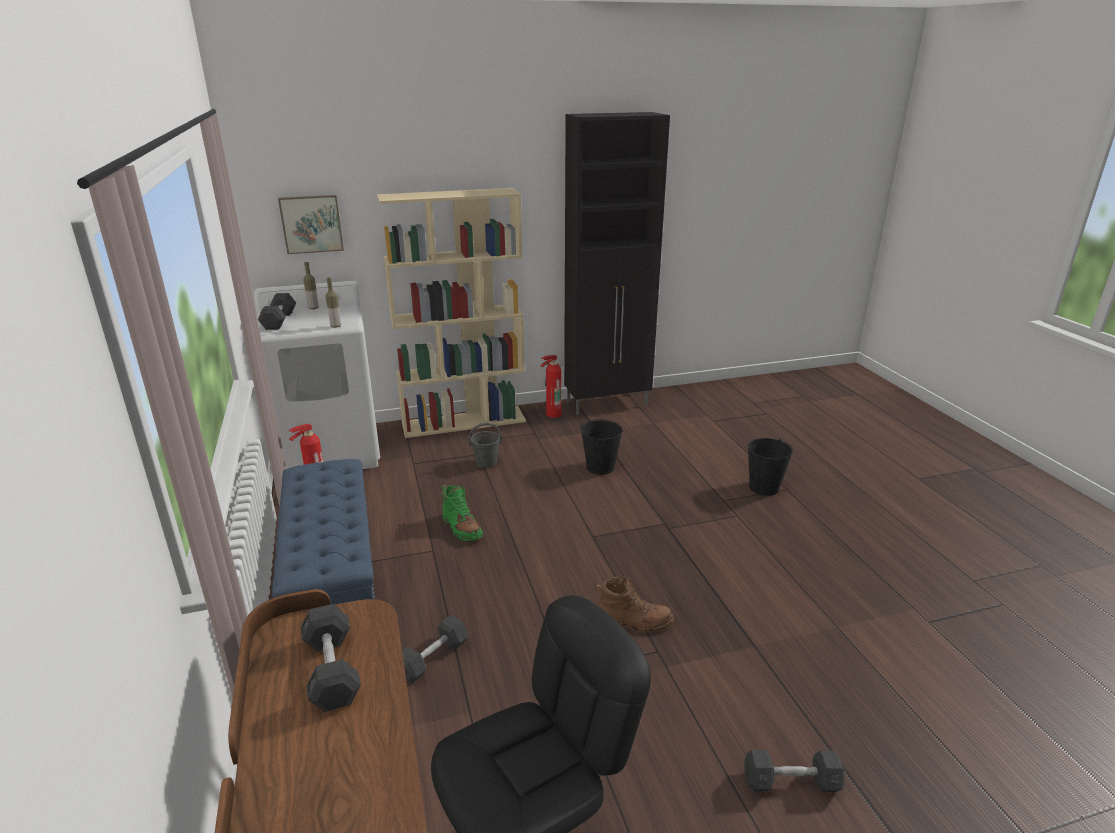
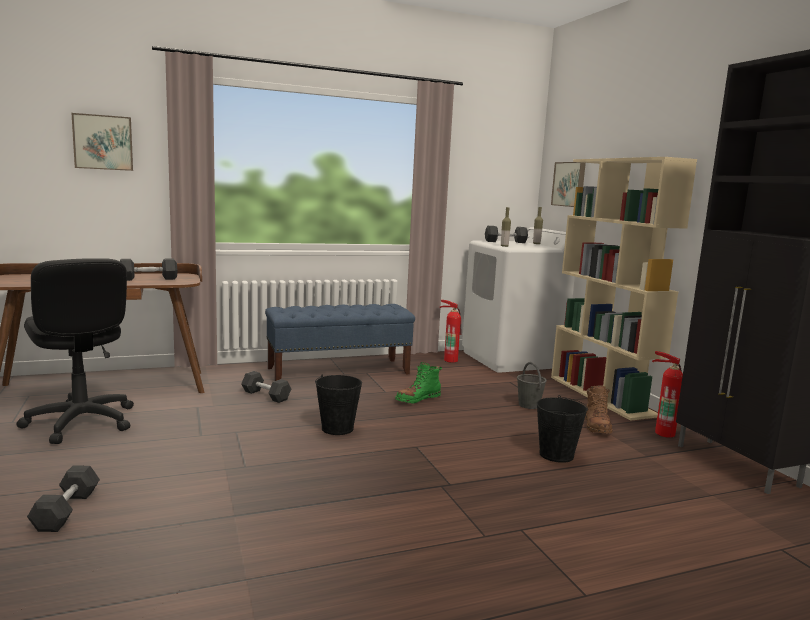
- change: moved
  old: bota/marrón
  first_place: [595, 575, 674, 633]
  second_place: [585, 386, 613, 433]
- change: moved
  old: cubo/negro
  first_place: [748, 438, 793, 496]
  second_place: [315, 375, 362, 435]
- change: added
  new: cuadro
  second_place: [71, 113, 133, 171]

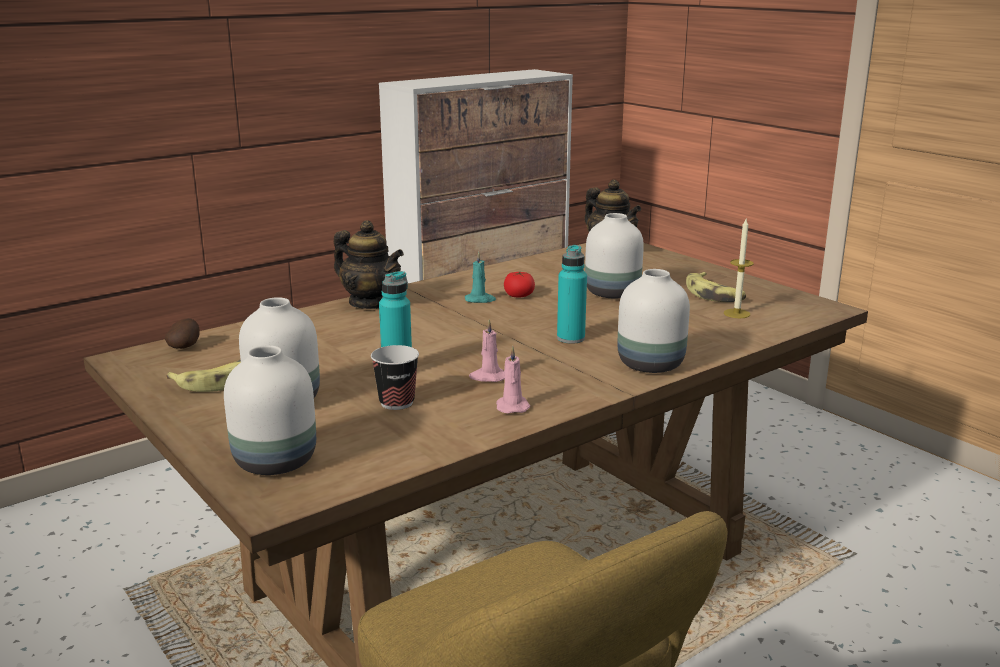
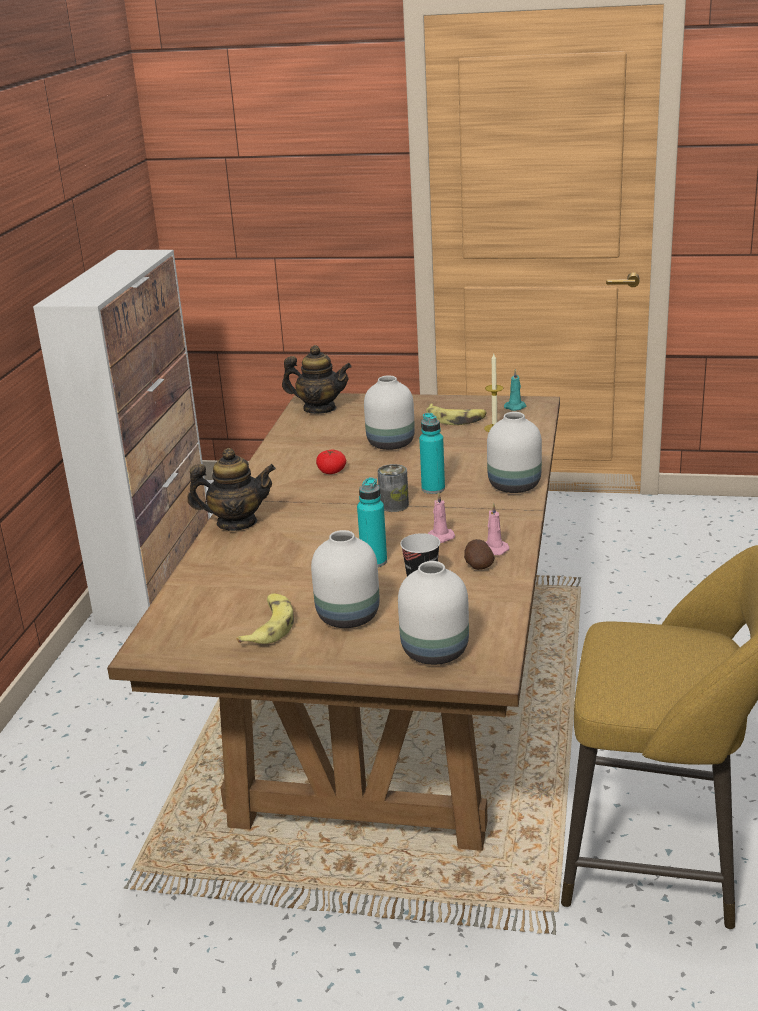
- change: moved
  old: patata
  first_place: [165, 318, 200, 349]
  second_place: [464, 539, 494, 570]
- change: moved
  old: vela/turquesa
  first_place: [465, 252, 496, 303]
  second_place: [504, 369, 526, 411]
- change: added
  new: lata
  second_place: [378, 464, 409, 512]

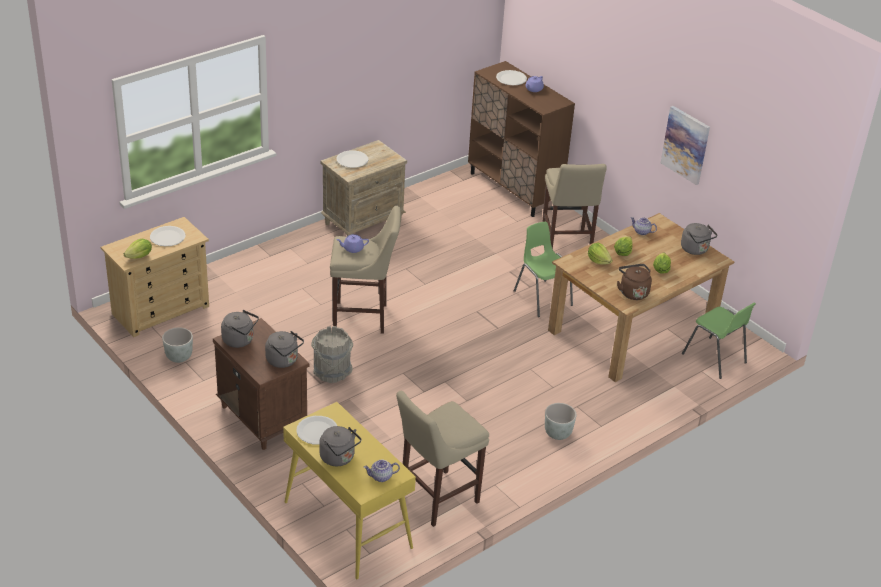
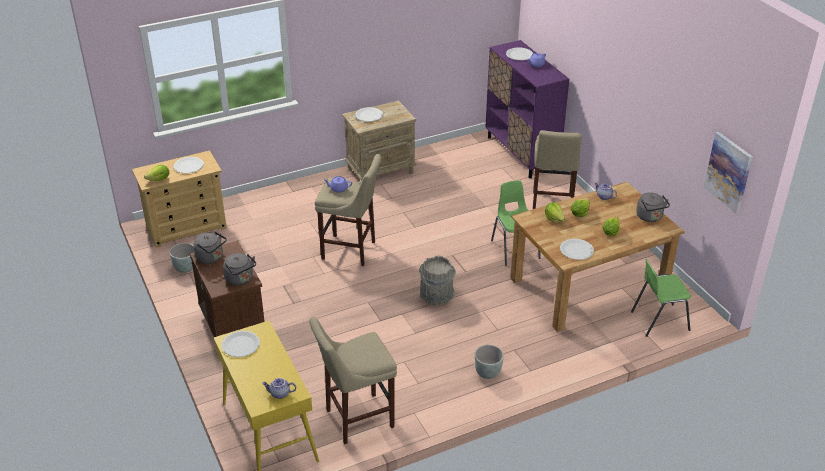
- change: moved
  old: cubo/gris
  first_place: [311, 326, 353, 383]
  second_place: [419, 256, 456, 306]
- change: removed
  old: hervidor/gris
  first_place: [319, 426, 362, 466]
- change: recoloured
  old: armario/marrón
  new: armario/morado
  first_place: [468, 61, 575, 217]
  second_place: [486, 40, 569, 178]
- change: replaced
  old: hervidor/marrón
  new: plato/blanco
  first_place: [617, 264, 652, 300]
  second_place: [560, 239, 594, 260]
- change: moved
  old: cuadro
  first_place: [661, 106, 710, 185]
  second_place: [704, 132, 753, 213]
- change: turned
  old: silla/verde
  first_place: [682, 302, 756, 379]
  second_place: [631, 259, 691, 337]
  degrees: 105

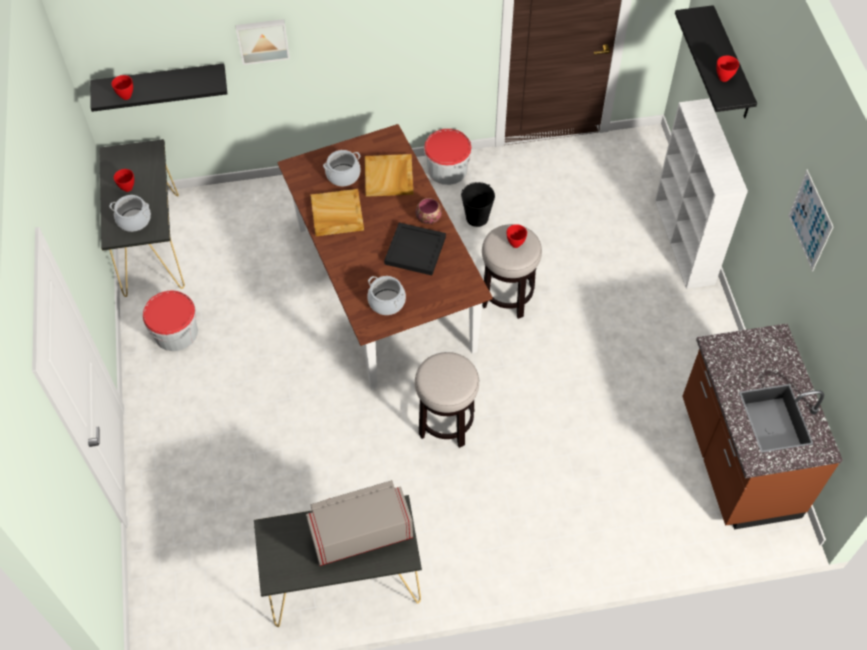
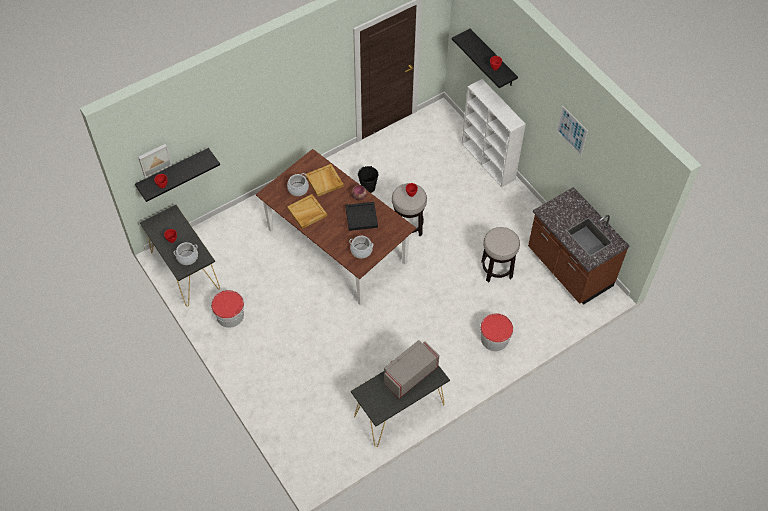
- change: moved
  old: cuadro
  first_place: [235, 19, 290, 65]
  second_place: [138, 144, 172, 178]
- change: moved
  old: taburete
  first_place: [415, 352, 479, 448]
  second_place: [481, 227, 520, 282]
- change: moved
  old: cubo
  first_place: [424, 129, 471, 185]
  second_place: [480, 313, 513, 351]

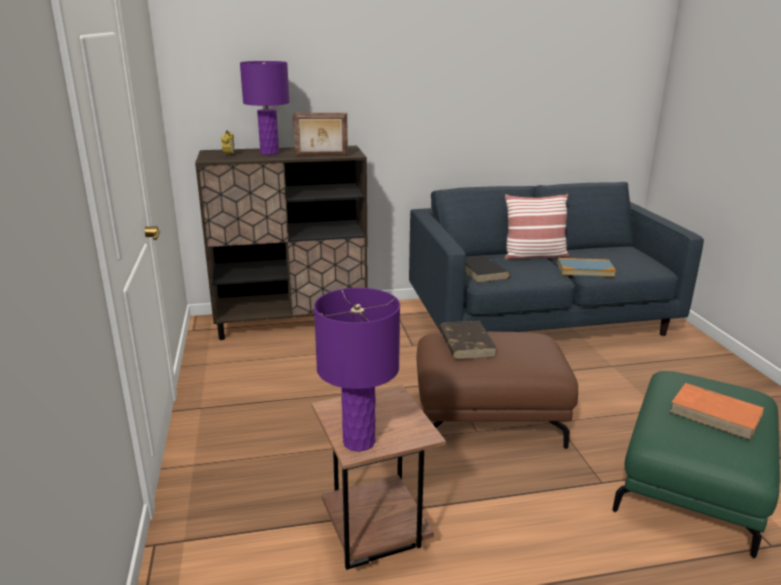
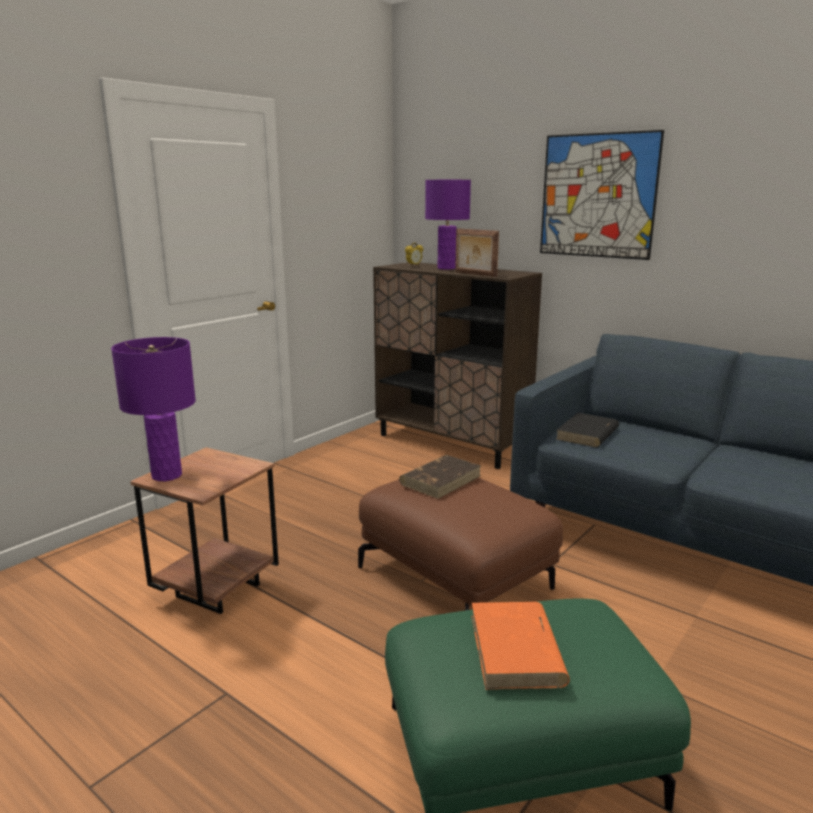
- change: removed
  old: cojín
  first_place: [505, 194, 569, 260]
- change: removed
  old: libro
  first_place: [557, 258, 616, 277]
- change: added
  new: cuadro
  second_place: [540, 130, 664, 260]

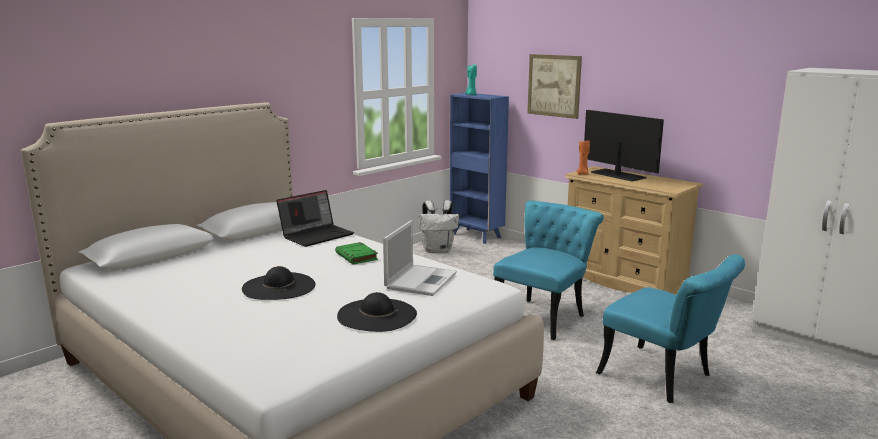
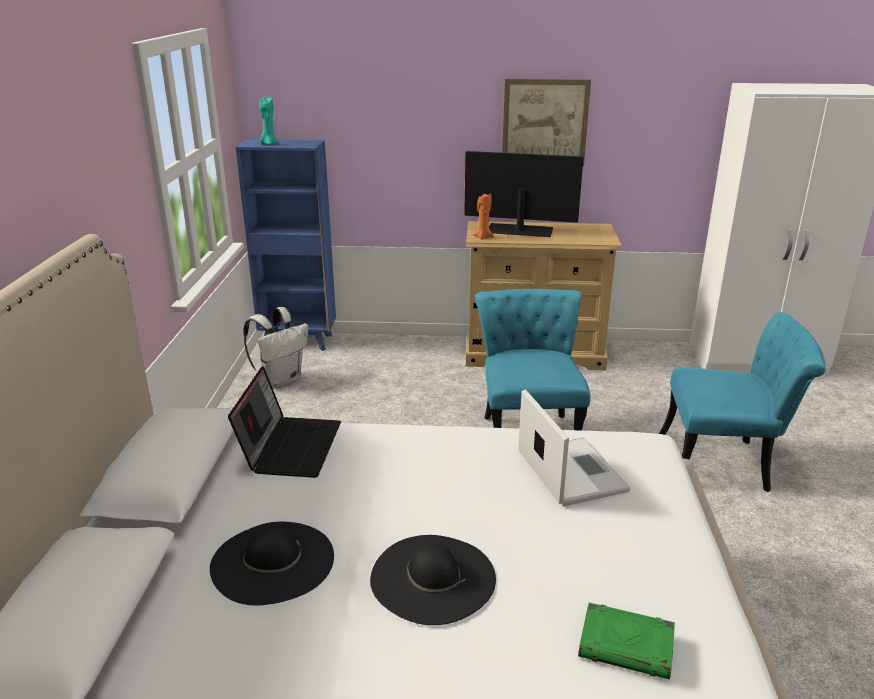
- change: moved
  old: libro/verde
  first_place: [335, 242, 378, 265]
  second_place: [578, 603, 675, 679]
- change: moved
  old: sombrero/negro
  first_place: [337, 292, 417, 332]
  second_place: [210, 522, 334, 605]
- change: moved
  old: cuadro
  first_place: [527, 54, 582, 119]
  second_place: [502, 79, 591, 166]

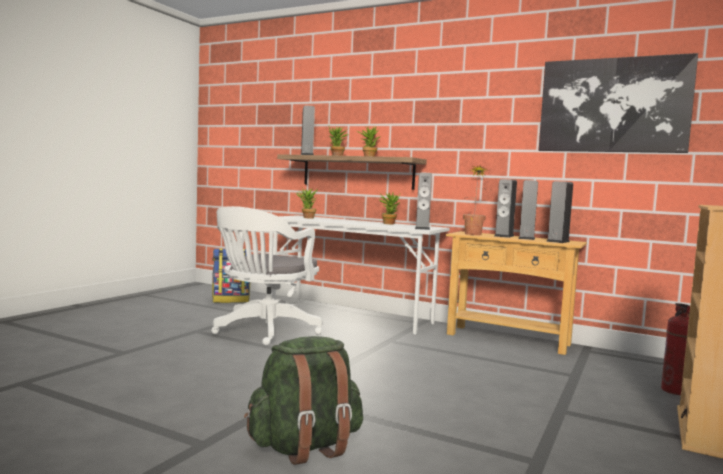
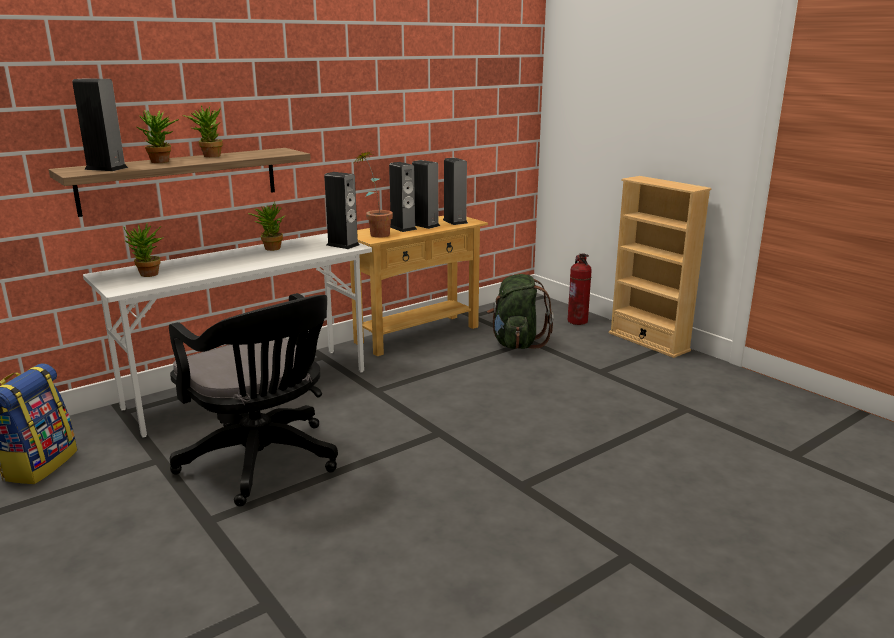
- change: recoloured
  old: silla de oficina/blanco
  new: silla de oficina/negro
  first_place: [211, 206, 323, 346]
  second_place: [169, 293, 338, 507]
- change: moved
  old: mochila/verde
  first_place: [244, 336, 363, 465]
  second_place: [487, 274, 554, 349]
- change: removed
  old: cuadro
  first_place: [539, 53, 698, 153]

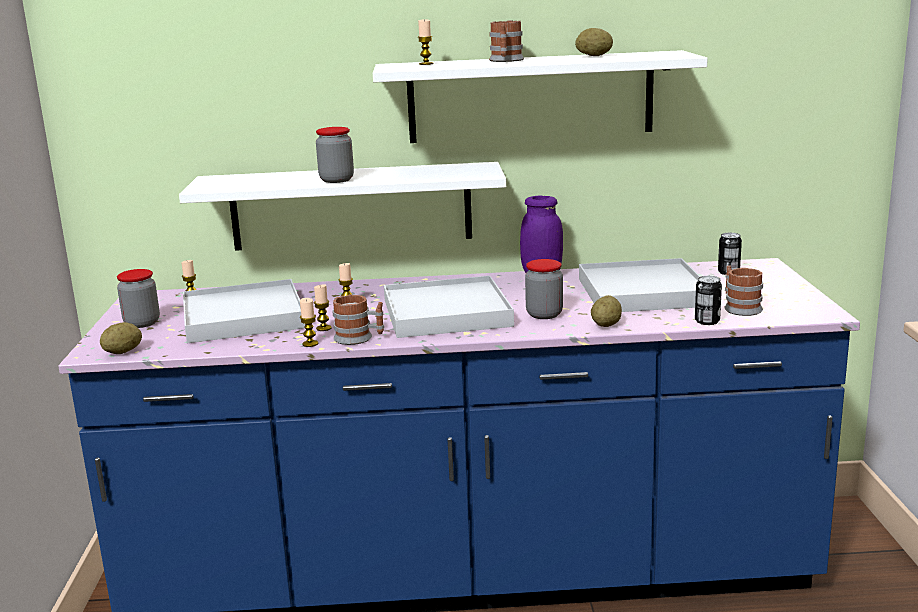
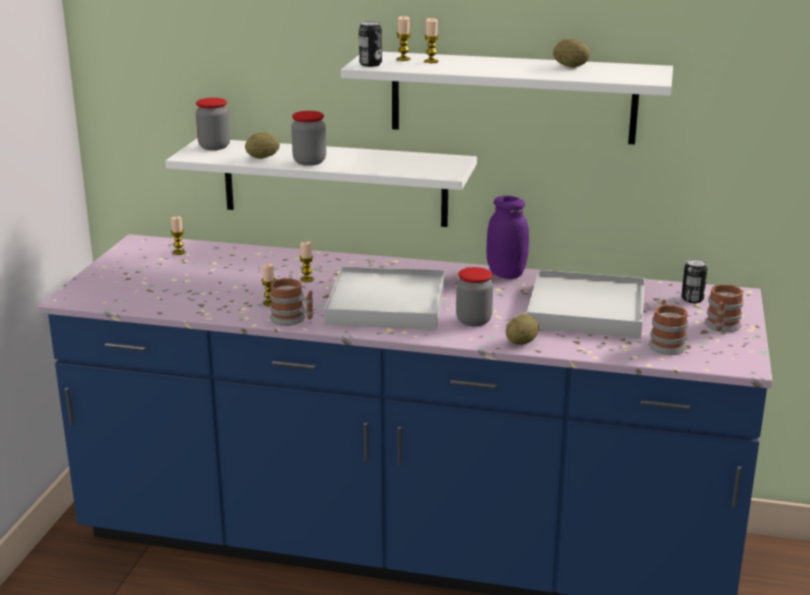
- change: moved
  old: patata
  first_place: [100, 322, 142, 354]
  second_place: [245, 132, 280, 159]
- change: moved
  old: tarro
  first_place: [117, 269, 160, 328]
  second_place: [196, 98, 230, 150]
- change: removed
  old: bandeja/blanco
  first_place: [183, 279, 305, 343]
- change: moved
  old: vela
  first_place: [300, 298, 318, 347]
  second_place: [424, 18, 439, 63]
- change: moved
  old: taza grande
  first_place: [489, 20, 524, 62]
  second_place: [705, 284, 744, 332]
- change: moved
  old: lata
  first_place: [695, 276, 722, 325]
  second_place: [359, 21, 382, 67]

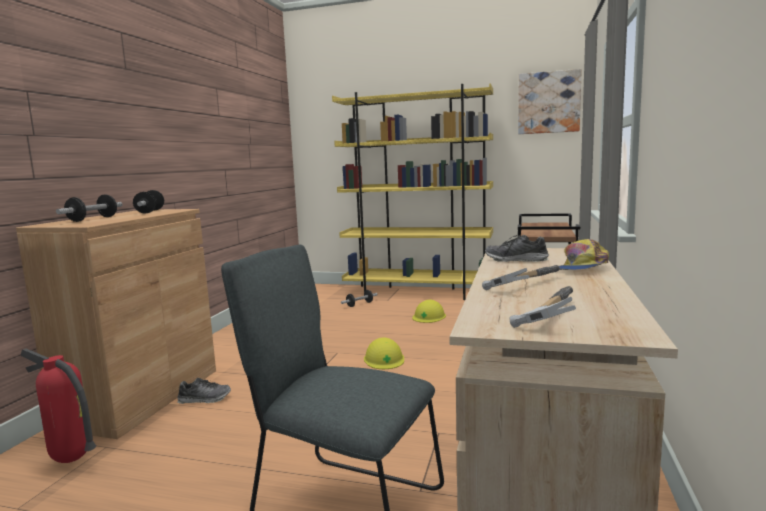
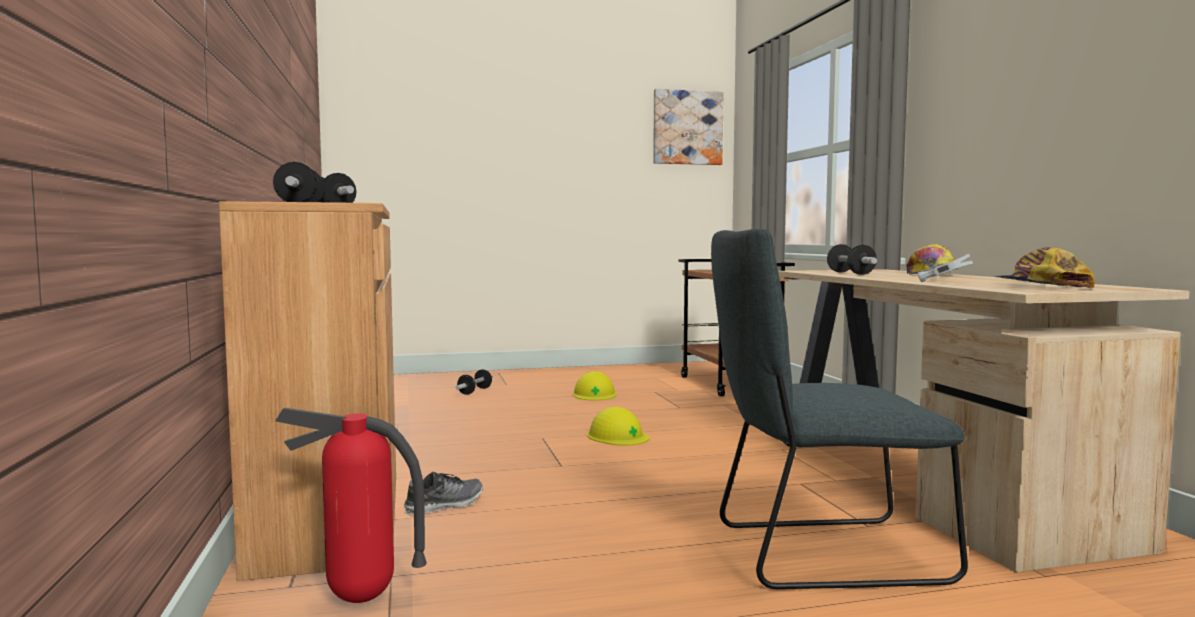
- change: removed
  old: estantería/amarillo
  first_place: [332, 83, 493, 300]
- change: replaced
  old: zapato
  new: mancuerna
  first_place: [485, 235, 549, 262]
  second_place: [827, 244, 877, 275]
- change: replaced
  old: martillo
  new: gorra
  first_place: [510, 286, 576, 328]
  second_place: [994, 247, 1095, 288]

